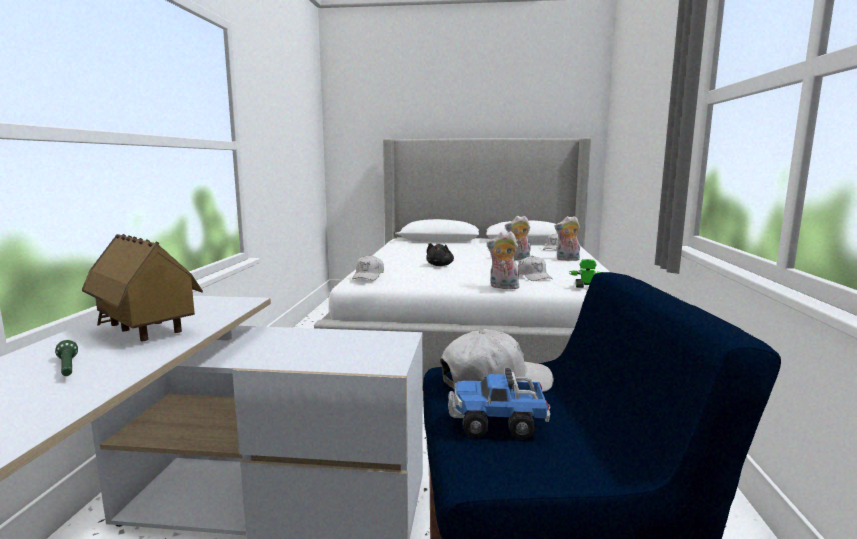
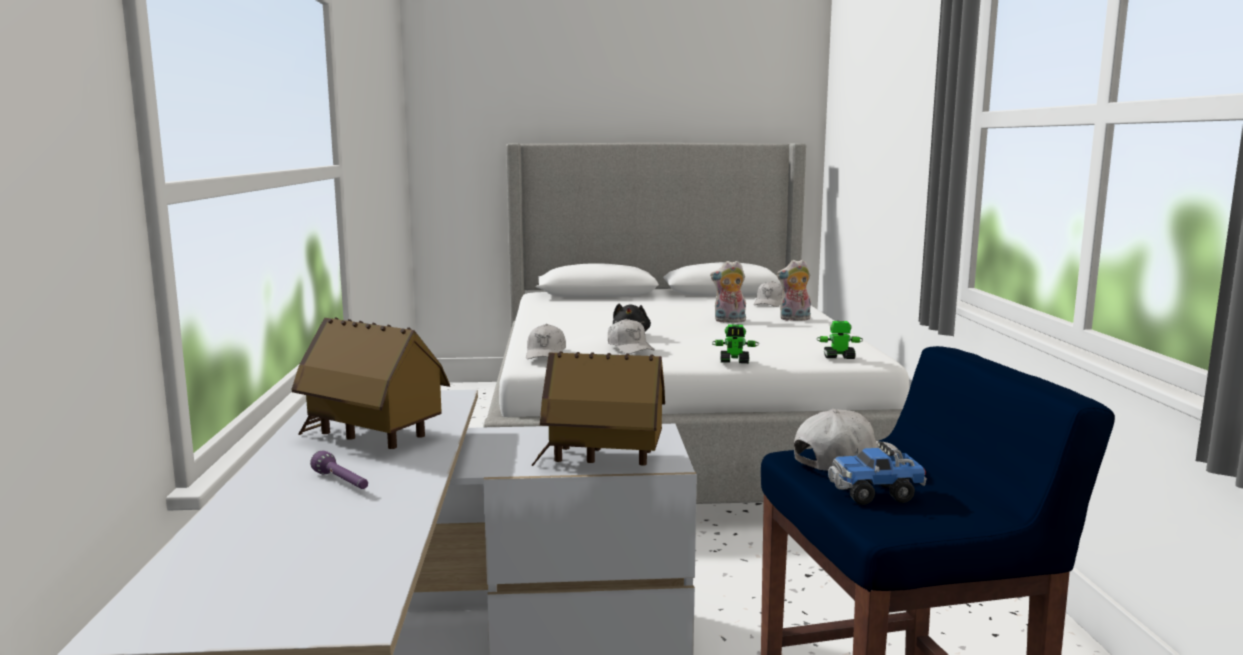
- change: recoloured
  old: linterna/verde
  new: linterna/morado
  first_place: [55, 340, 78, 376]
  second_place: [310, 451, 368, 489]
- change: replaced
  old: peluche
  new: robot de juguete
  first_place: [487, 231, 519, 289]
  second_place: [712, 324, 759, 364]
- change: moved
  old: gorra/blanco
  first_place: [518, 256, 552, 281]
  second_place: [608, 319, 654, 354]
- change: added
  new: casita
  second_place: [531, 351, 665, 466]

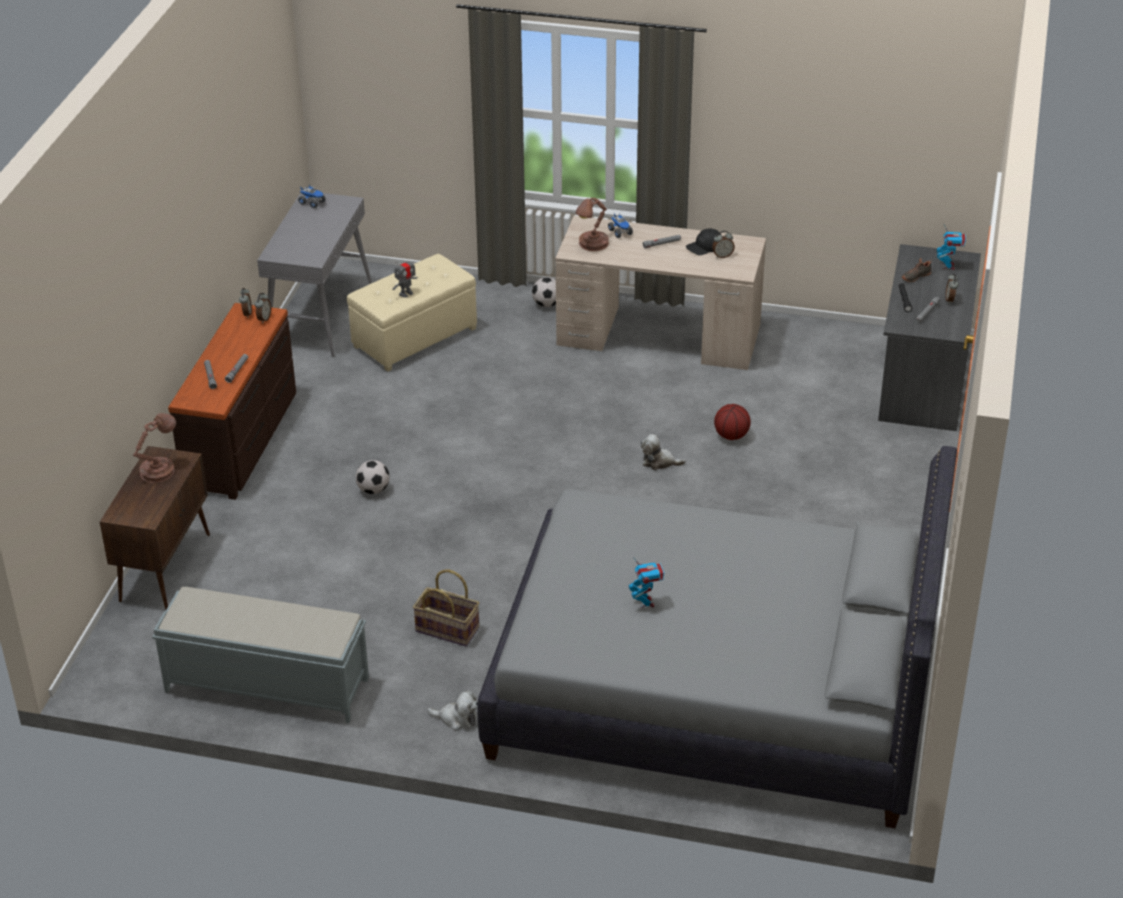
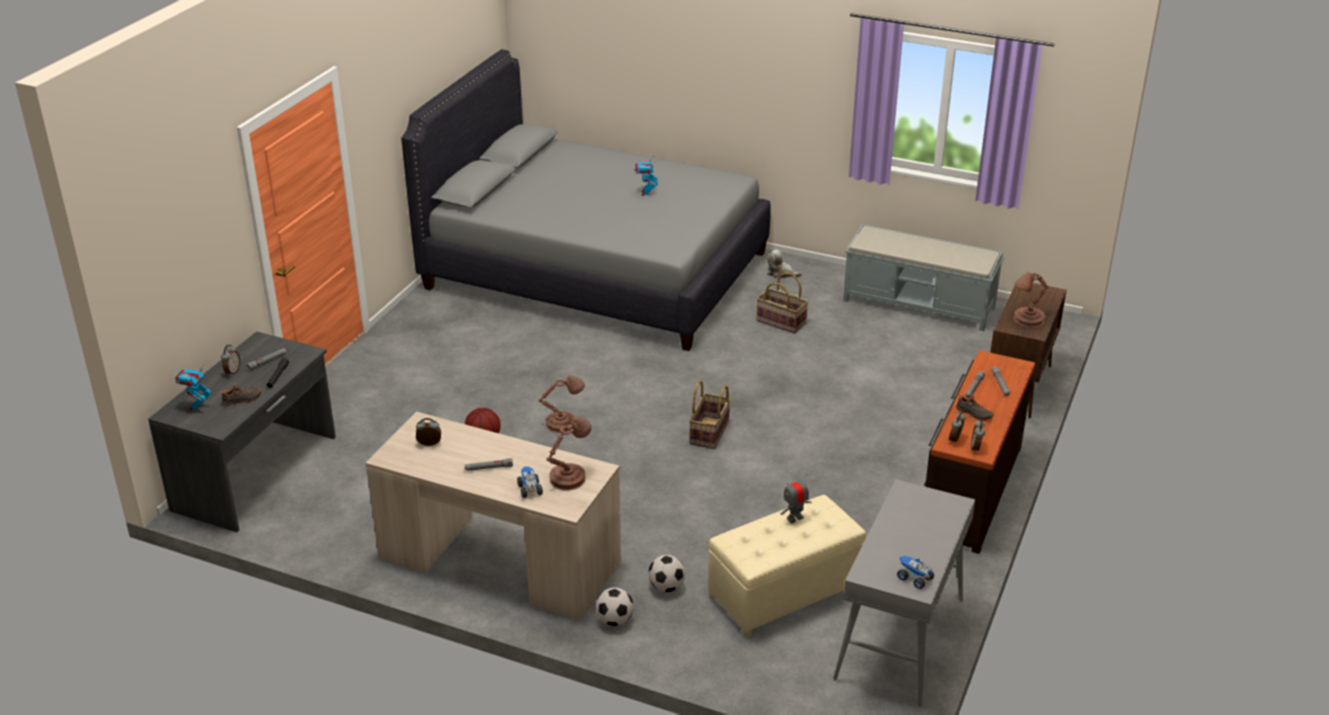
- change: moved
  old: balón de fútbol
  first_place: [356, 460, 390, 494]
  second_place: [648, 555, 685, 592]
- change: replaced
  old: peluche
  new: lámpara de mesa/marrón
  first_place: [641, 434, 686, 470]
  second_place: [539, 375, 585, 433]
- change: removed
  old: gorra/negro
  first_place: [686, 228, 722, 255]
- change: added
  new: cesta
  second_place: [689, 381, 731, 449]
- change: added
  new: zapato/negro
  second_place: [956, 394, 994, 420]

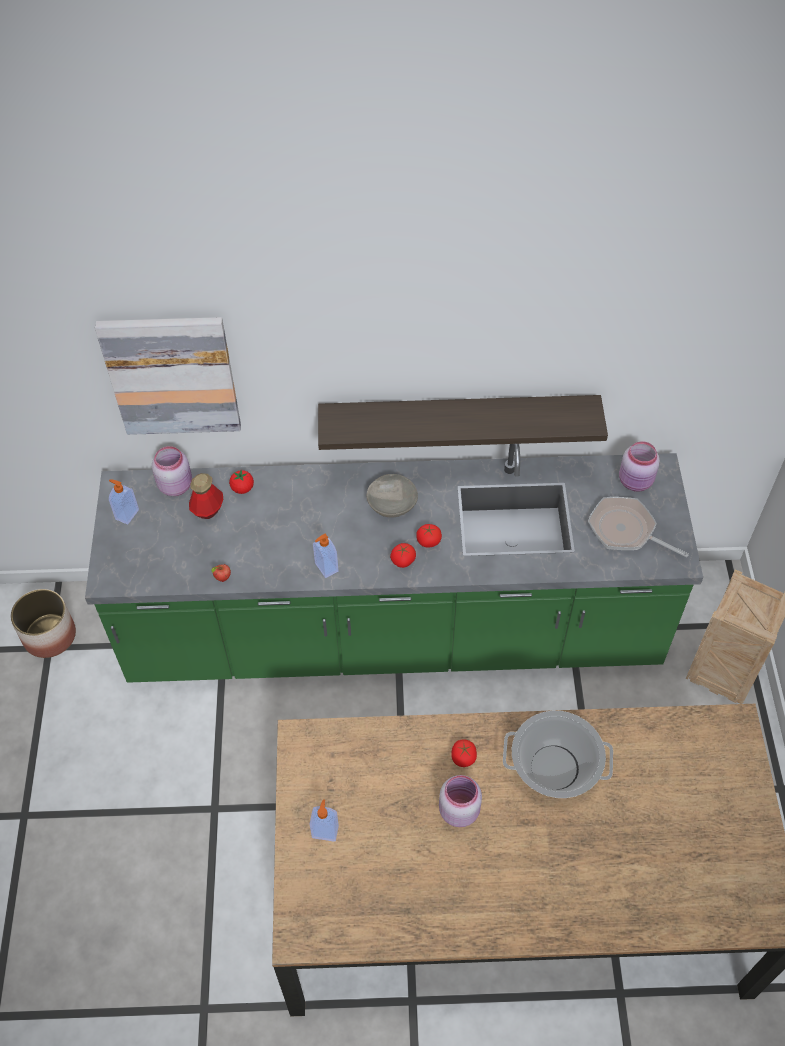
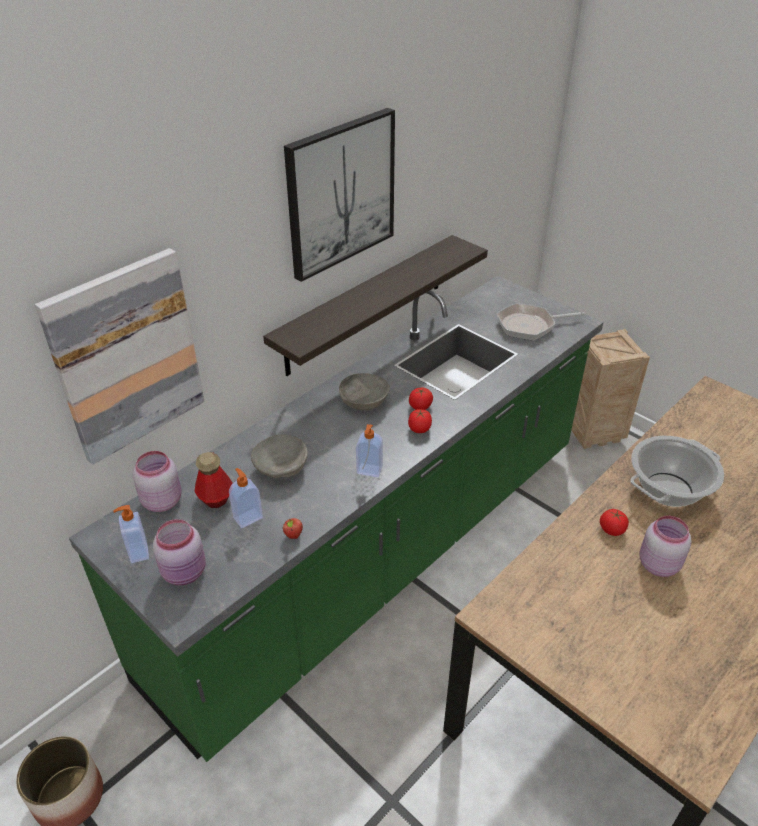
- change: removed
  old: tomate
  first_place: [229, 470, 254, 494]
- change: moved
  old: dispensador de jabón
  first_place: [310, 799, 339, 842]
  second_place: [229, 468, 263, 528]
- change: moved
  old: tarro/rosa
  first_place: [619, 441, 660, 492]
  second_place: [153, 519, 206, 586]
- change: added
  new: cuenco/gris
  second_place: [251, 434, 308, 478]
- change: added
  new: cuadro
  second_place: [284, 108, 395, 282]

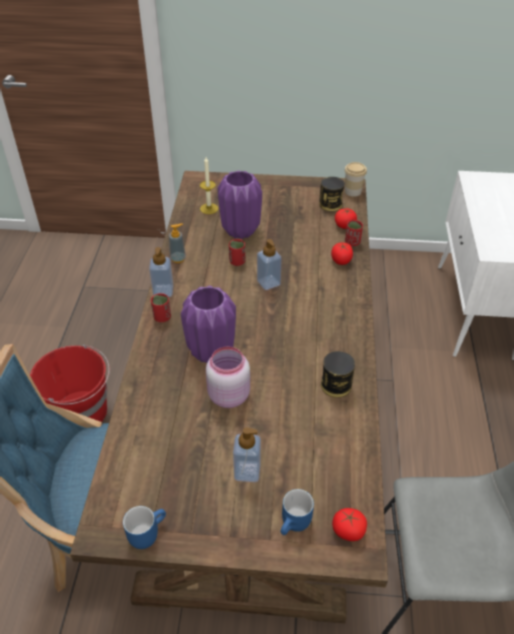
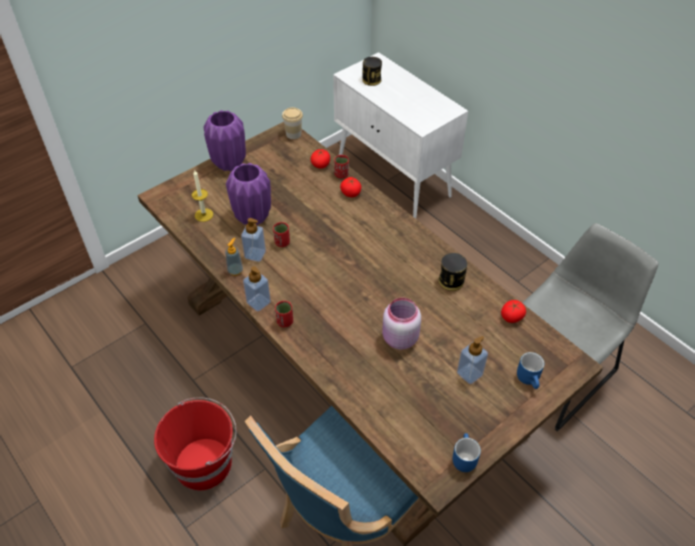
- change: moved
  old: florero/morado
  first_place: [181, 286, 236, 363]
  second_place: [203, 110, 246, 171]
- change: moved
  old: dispensador de jabón
  first_place: [257, 239, 282, 290]
  second_place: [241, 218, 266, 262]
- change: moved
  old: lata
  first_place: [319, 177, 345, 212]
  second_place: [363, 57, 382, 86]
- change: moved
  old: tomate
  first_place: [332, 508, 367, 541]
  second_place: [501, 300, 526, 323]

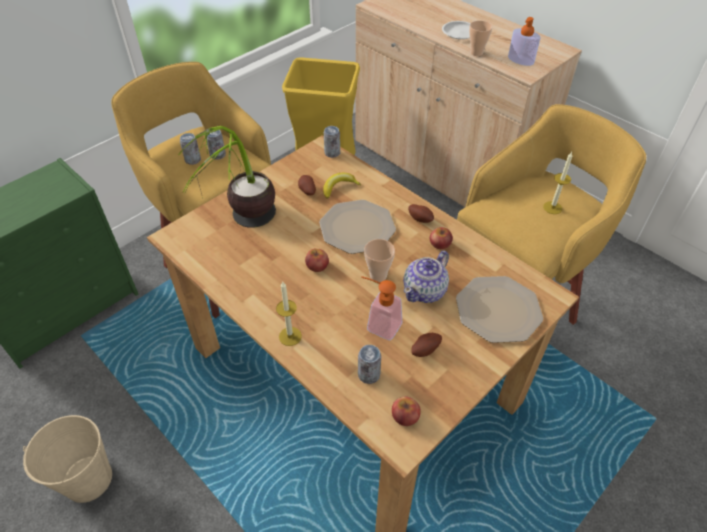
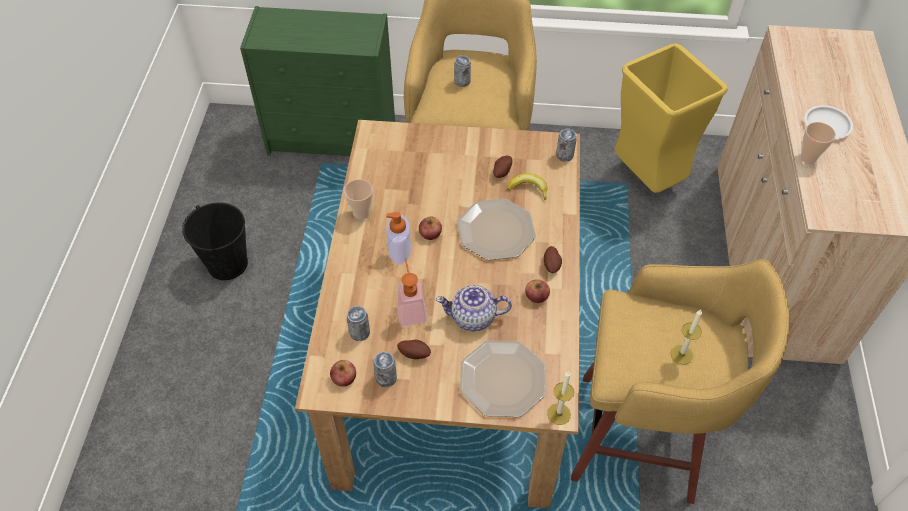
- change: recoloured
  old: cubo/beis
  new: cubo/negro
  first_place: [23, 415, 112, 503]
  second_place: [182, 203, 248, 280]
- change: removed
  old: planta en maceta
  first_place: [178, 126, 276, 228]
- change: moved
  old: lata
  first_place: [207, 130, 226, 160]
  second_place: [373, 352, 397, 387]
- change: moved
  old: vela
  first_place: [276, 282, 302, 346]
  second_place: [547, 371, 574, 425]
- change: moved
  old: taza
  first_place: [364, 239, 395, 282]
  second_place: [344, 179, 373, 220]
- change: moved
  old: dispensador de jabón
  first_place: [508, 17, 541, 66]
  second_place: [386, 212, 411, 264]

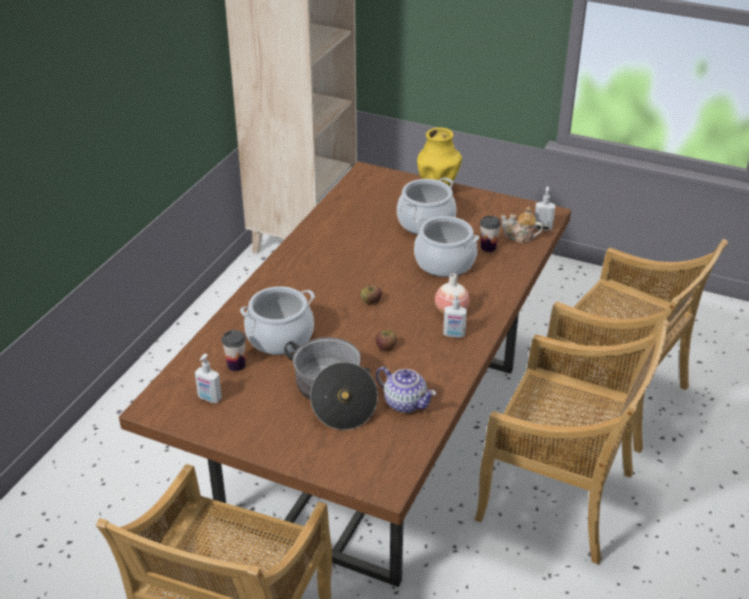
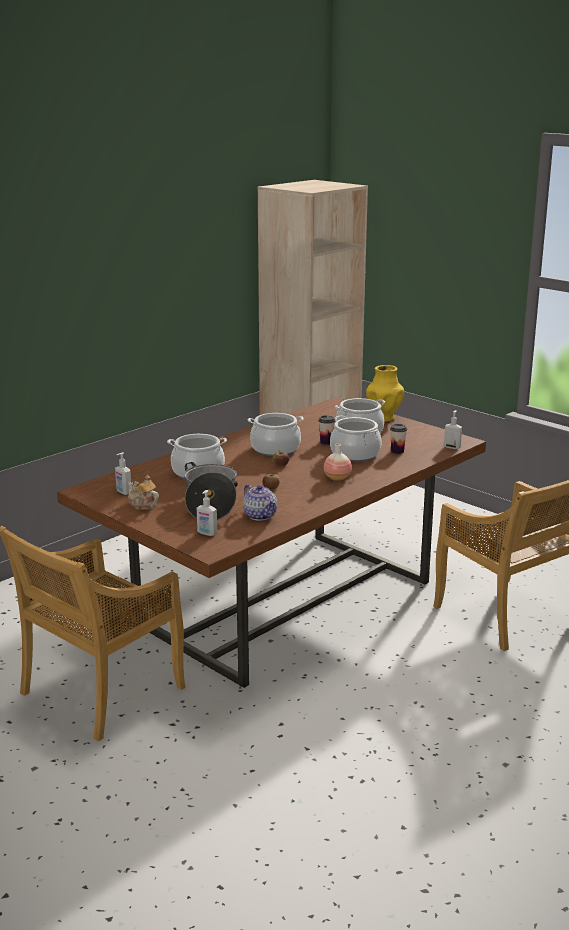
- change: moved
  old: taza
  first_place: [222, 330, 246, 371]
  second_place: [318, 415, 335, 445]
- change: moved
  old: dispensador de jabón
  first_place: [443, 291, 467, 338]
  second_place: [197, 490, 217, 536]
- change: removed
  old: silla/beis
  first_place: [475, 320, 670, 565]
- change: moved
  old: tetera
  first_place: [501, 206, 544, 243]
  second_place: [128, 475, 159, 510]
- change: added
  new: olla
  second_place: [248, 413, 303, 456]

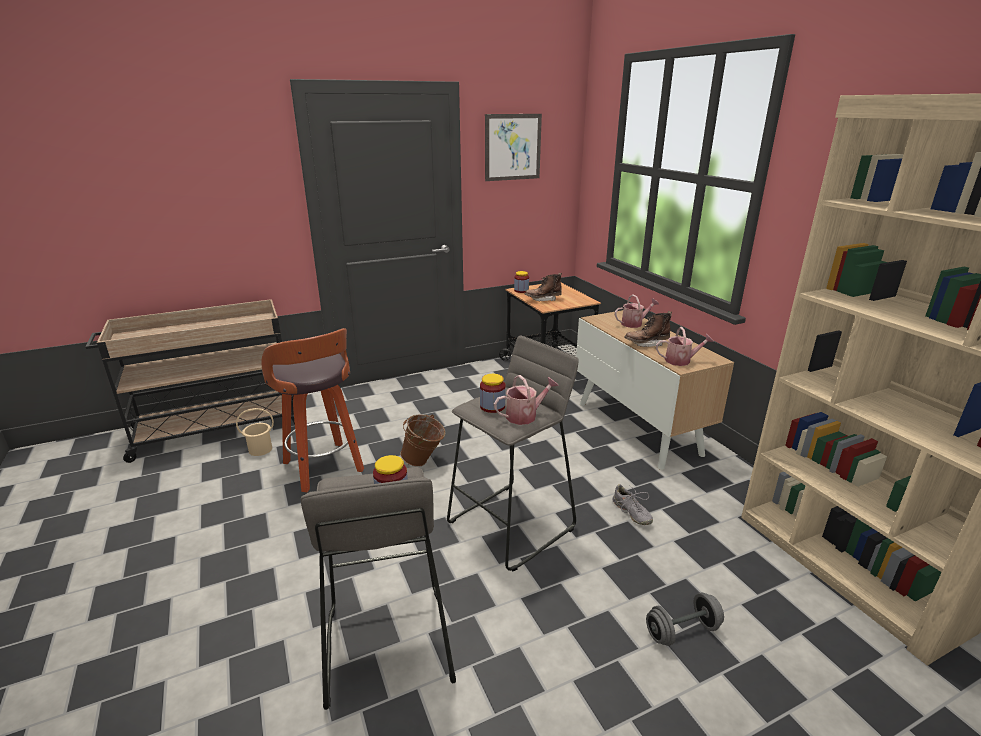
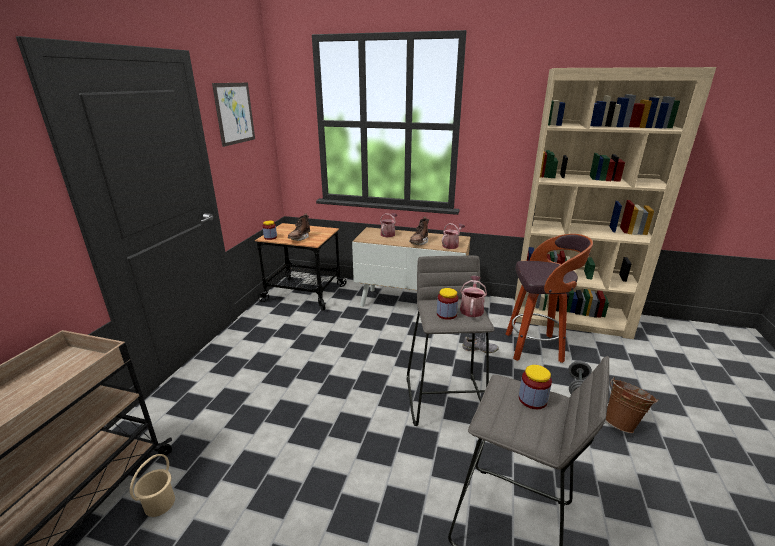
- change: moved
  old: taburete
  first_place: [261, 328, 364, 492]
  second_place: [505, 234, 593, 363]
- change: moved
  old: cubo/marrón
  first_place: [400, 414, 446, 467]
  second_place: [605, 377, 659, 433]

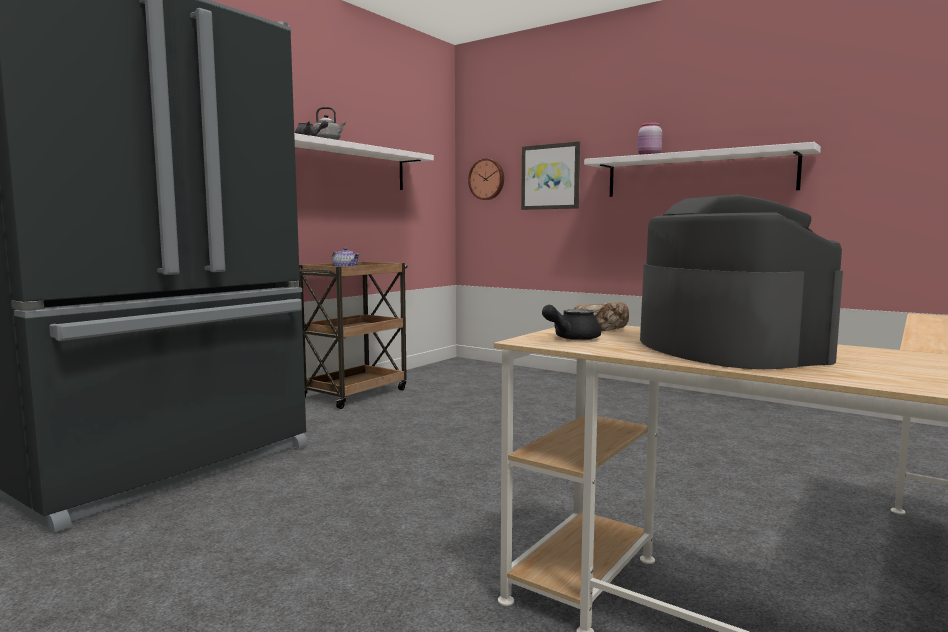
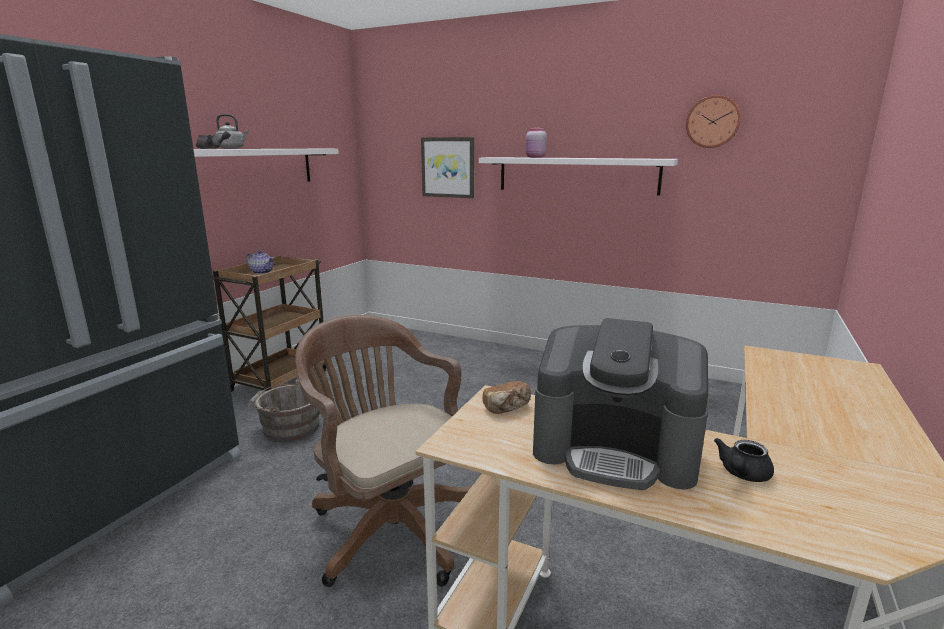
- change: moved
  old: reloj de pared
  first_place: [468, 158, 504, 200]
  second_place: [686, 95, 741, 148]
- change: moved
  old: tetera/negro
  first_place: [542, 305, 601, 340]
  second_place: [714, 438, 774, 482]
- change: turned
  old: cafetera
  first_place: [640, 194, 843, 369]
  second_place: [533, 318, 708, 490]
  degrees: 135
- change: added
  new: cubo/gris
  second_place: [248, 380, 320, 442]
- change: added
  new: silla de oficina/marrón
  second_place: [295, 315, 472, 587]

